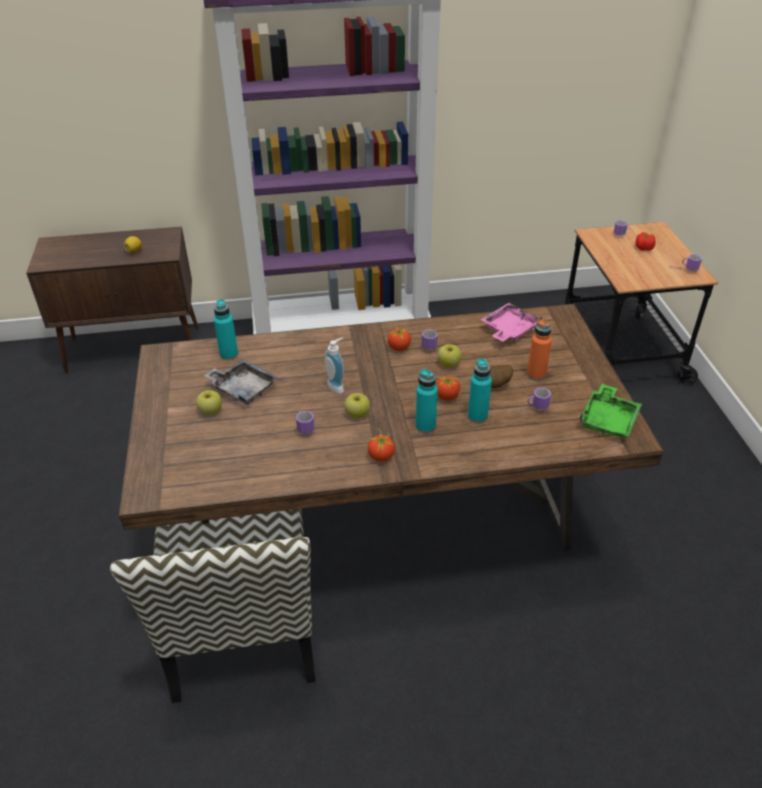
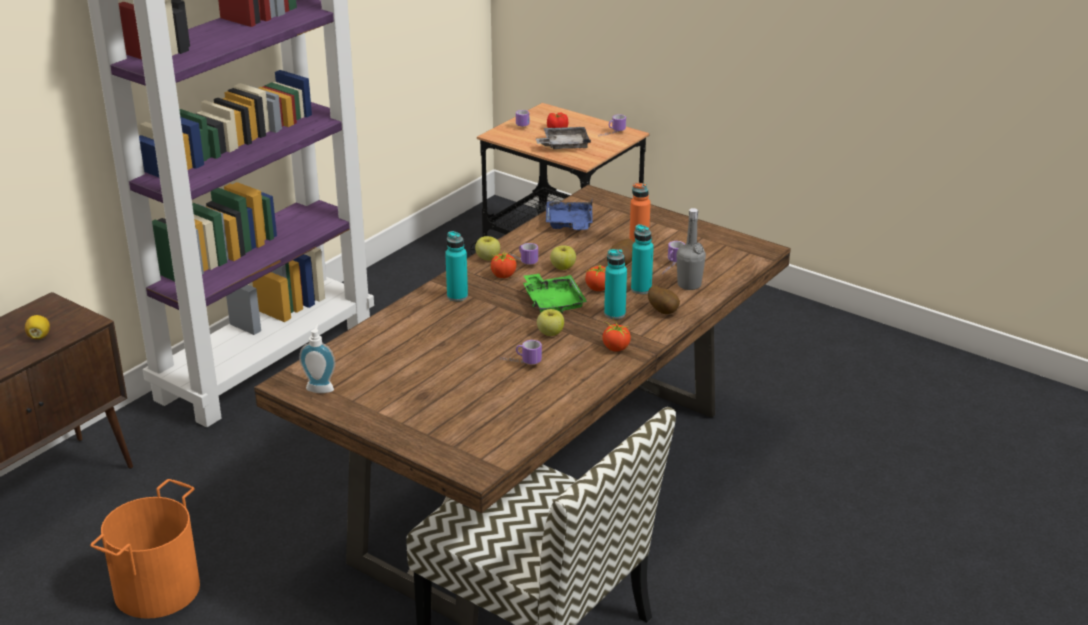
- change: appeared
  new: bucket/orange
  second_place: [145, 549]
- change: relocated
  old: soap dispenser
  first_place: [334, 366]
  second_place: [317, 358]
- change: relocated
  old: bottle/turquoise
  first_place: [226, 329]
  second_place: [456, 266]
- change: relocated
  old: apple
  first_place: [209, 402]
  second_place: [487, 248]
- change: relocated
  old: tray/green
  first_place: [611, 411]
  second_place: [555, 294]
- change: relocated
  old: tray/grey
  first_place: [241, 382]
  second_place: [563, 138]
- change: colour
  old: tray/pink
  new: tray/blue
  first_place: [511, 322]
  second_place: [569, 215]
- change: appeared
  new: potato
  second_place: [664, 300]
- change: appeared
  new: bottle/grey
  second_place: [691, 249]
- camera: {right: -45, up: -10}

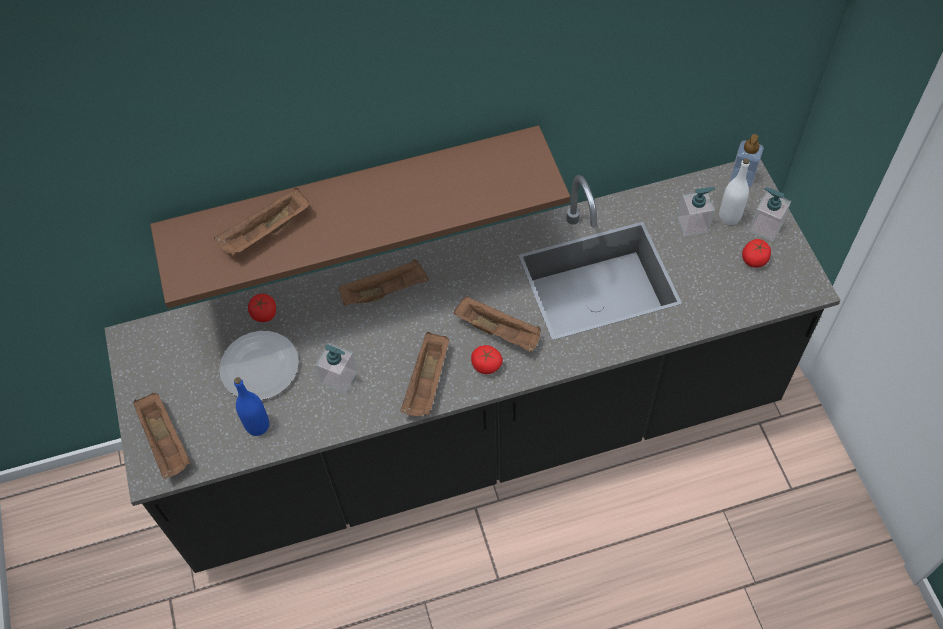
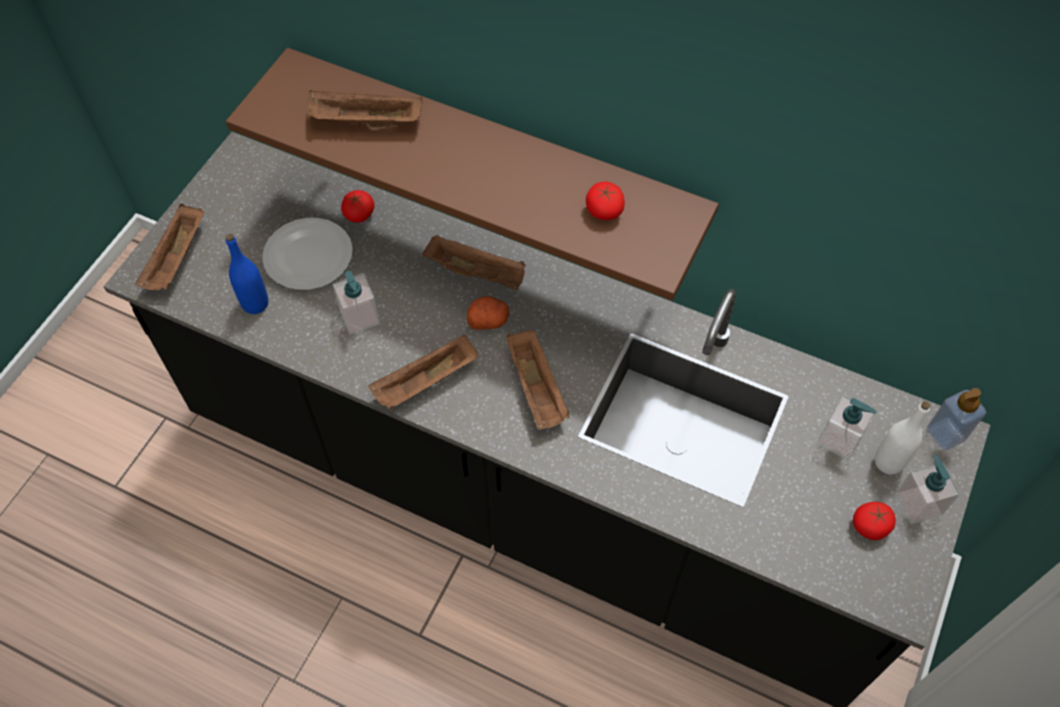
- change: appeared
  new: potato
  second_place: [488, 312]
- change: relocated
  old: tomato
  first_place: [487, 359]
  second_place: [605, 201]
- camera: {right: 40, up: 0}

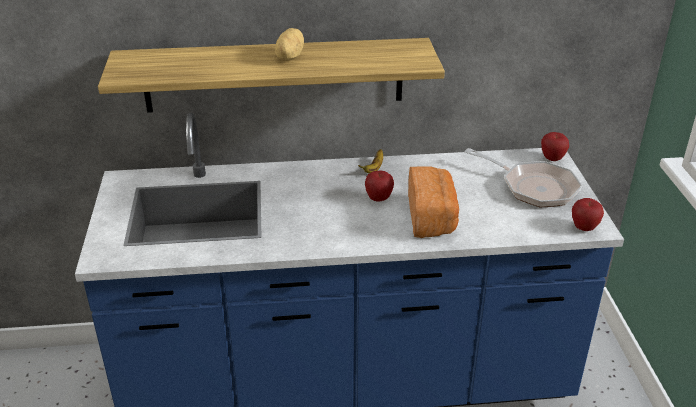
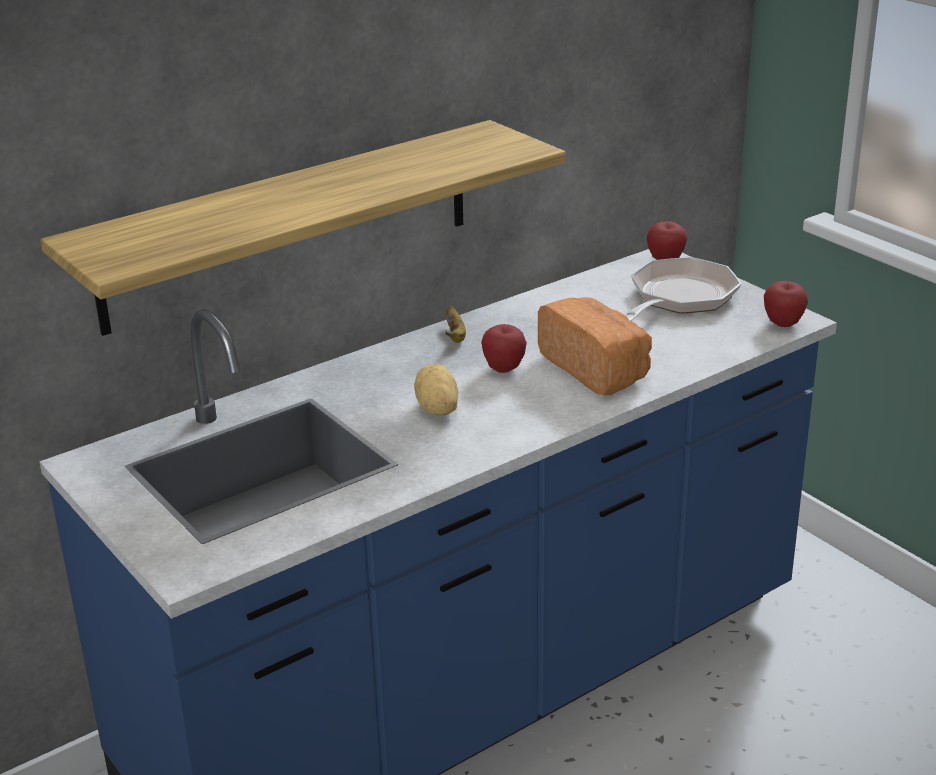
- change: relocated
  old: potato
  first_place: [289, 44]
  second_place: [436, 390]
- change: spun
  old: frying pan
  first_place: [523, 177]
  second_place: [682, 289]
  degrees: -60
- camera: {right: -30, up: -5}

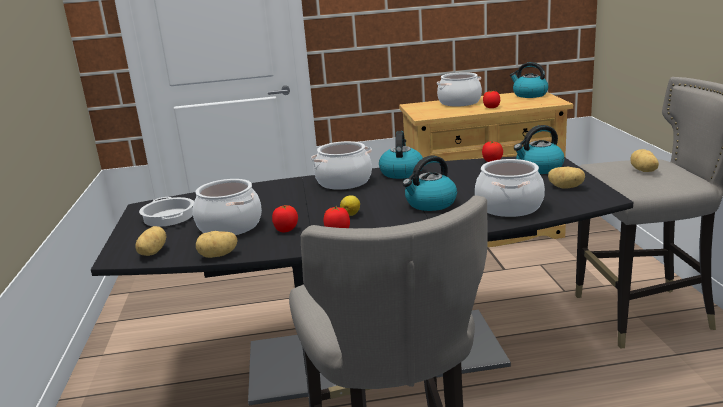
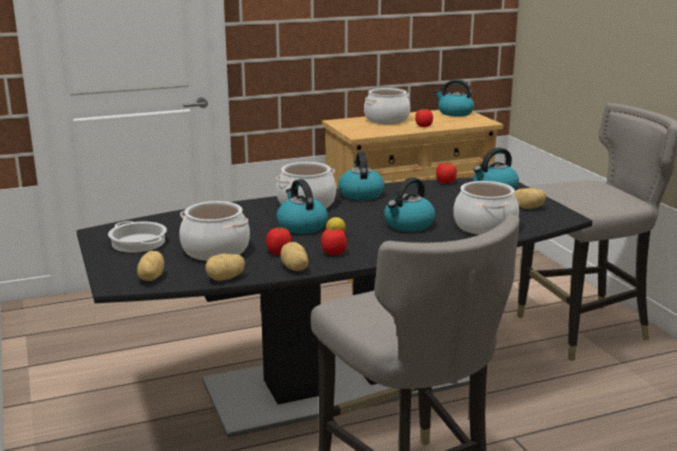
- change: appeared
  new: kettle
  second_place: [302, 206]
- change: relocated
  old: potato
  first_place: [644, 160]
  second_place: [294, 256]
- camera: {right: -15, up: 0}

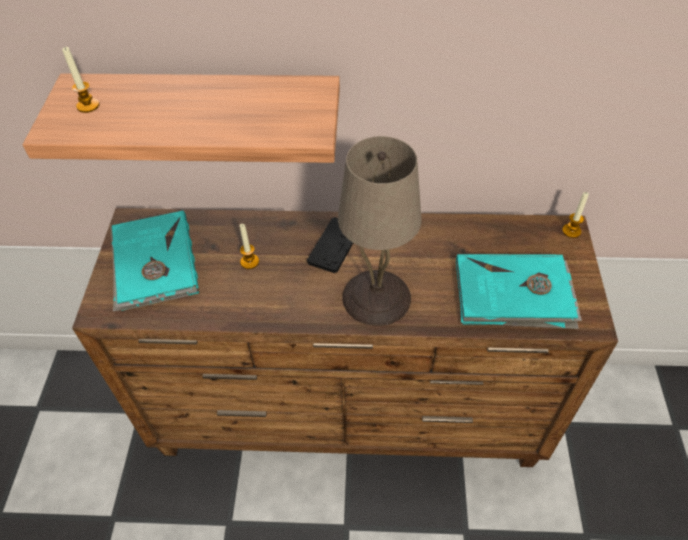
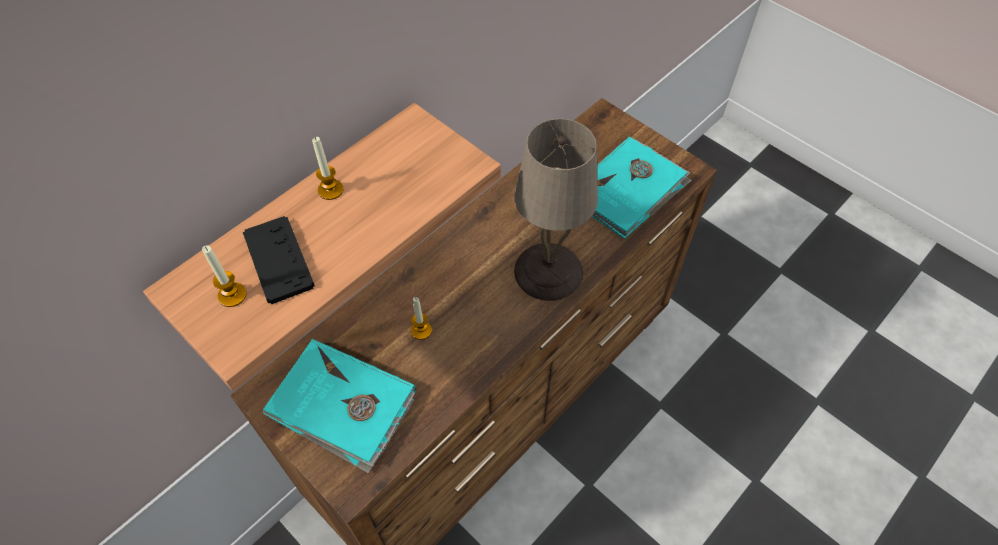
- change: relocated
  old: game controller/black
  first_place: [330, 245]
  second_place: [279, 260]
- change: relocated
  old: candle
  first_place: [575, 215]
  second_place: [327, 168]
- camera: {right: -50, up: 5}

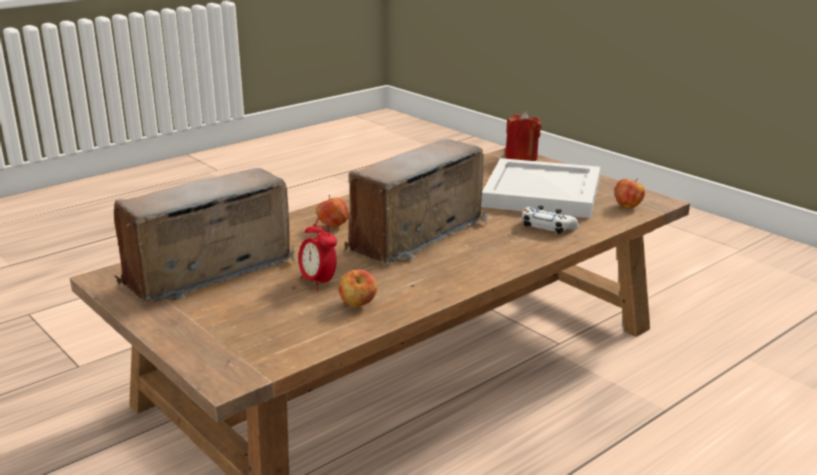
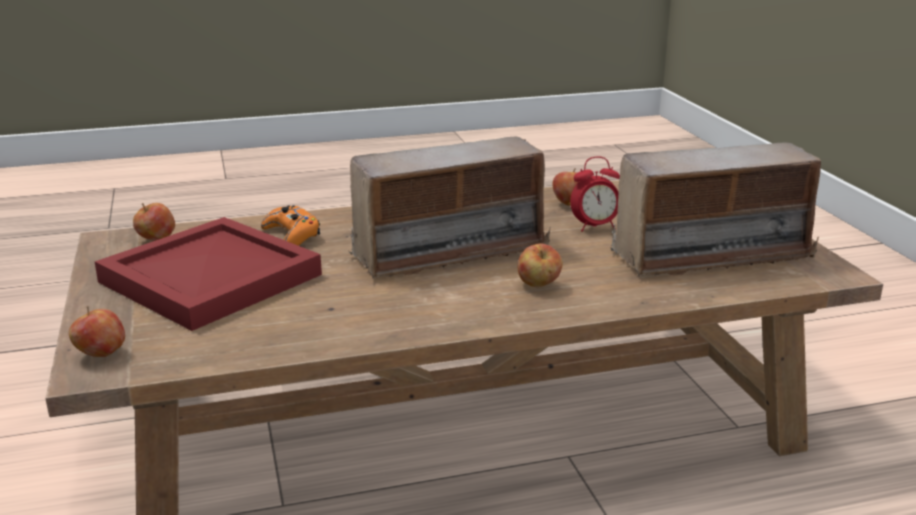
- change: exchanged
  old: candle/red
  new: apple
  first_place: [523, 136]
  second_place: [97, 332]
- change: colour
  old: tray/white
  new: tray/red
  first_place: [540, 188]
  second_place: [208, 274]
- change: colour
  old: game controller/white
  new: game controller/orange
  first_place: [550, 220]
  second_place: [290, 225]
- change: spun
  old: alarm clock
  first_place: [318, 254]
  second_place: [595, 194]
  degrees: 90
- camera: {right: -155, up: 0}

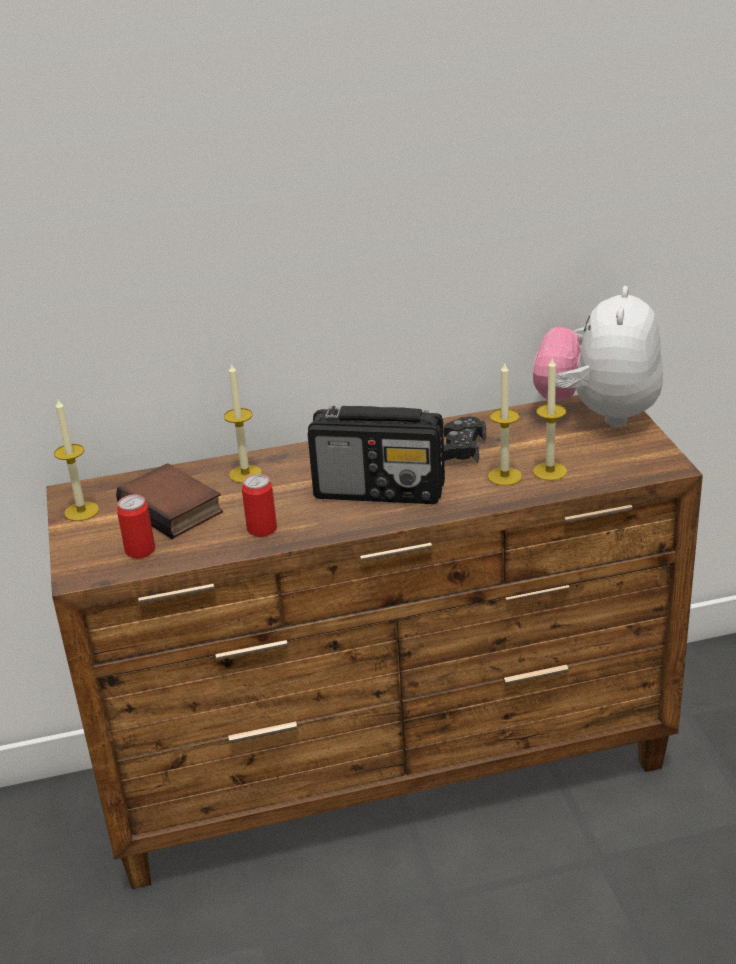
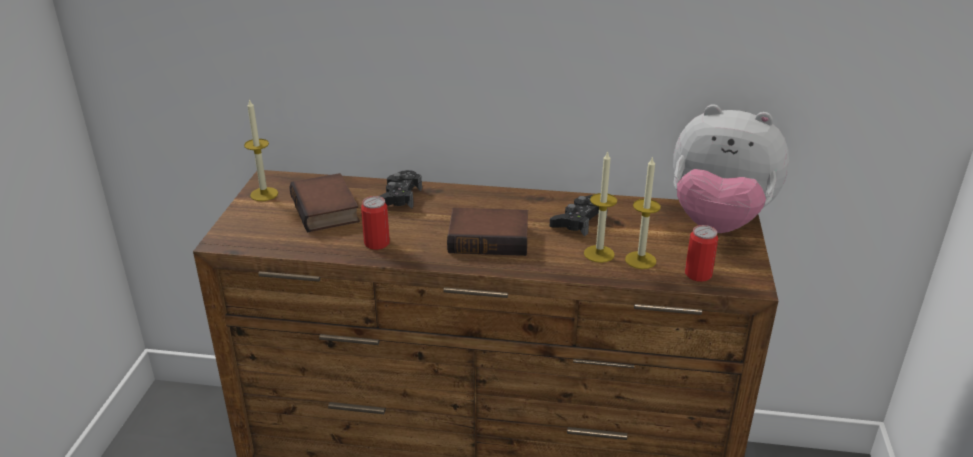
- change: exchanged
  old: candle
  new: game controller/black
  first_place: [243, 422]
  second_place: [401, 189]
- change: exchanged
  old: radio
  new: book
  first_place: [376, 455]
  second_place: [487, 232]
- change: spun
  old: plush toy
  first_place: [598, 356]
  second_place: [731, 168]
  degrees: -105
- change: relocated
  old: can
  first_place: [136, 527]
  second_place: [701, 253]
- camera: {right: 20, up: 0}

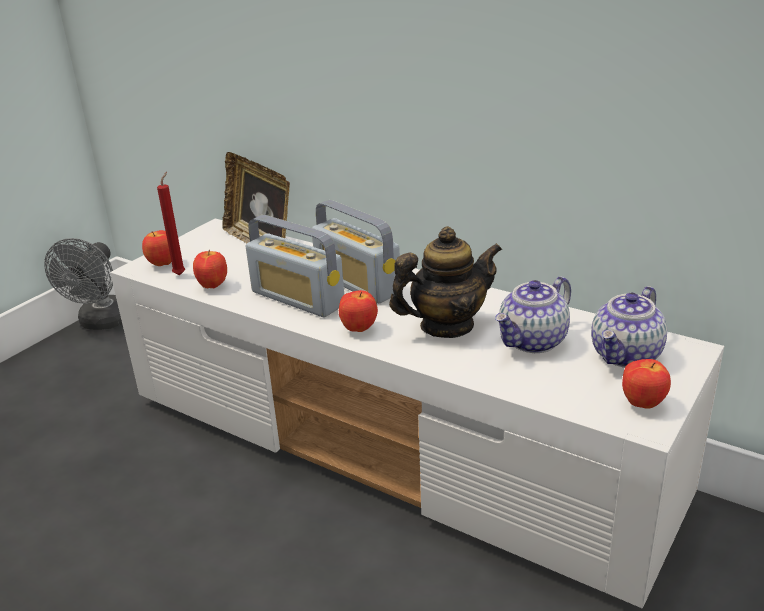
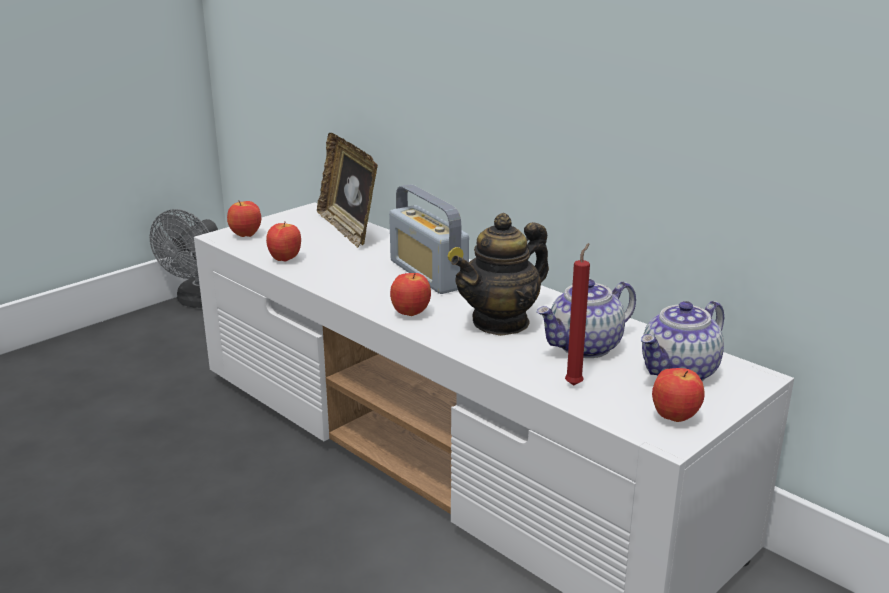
- change: spun
  old: teapot
  first_place: [445, 282]
  second_place: [500, 274]
  degrees: 150
- change: relocated
  old: candle/red
  first_place: [171, 223]
  second_place: [577, 314]
- change: missing
  old: radio
  first_place: [295, 266]
- camera: {right: 10, up: -5}

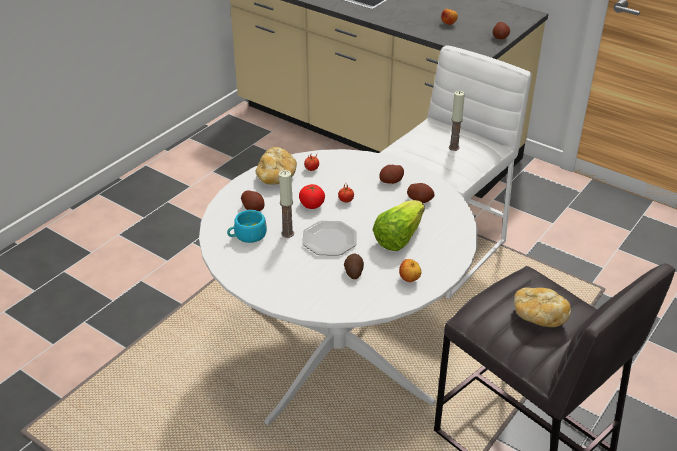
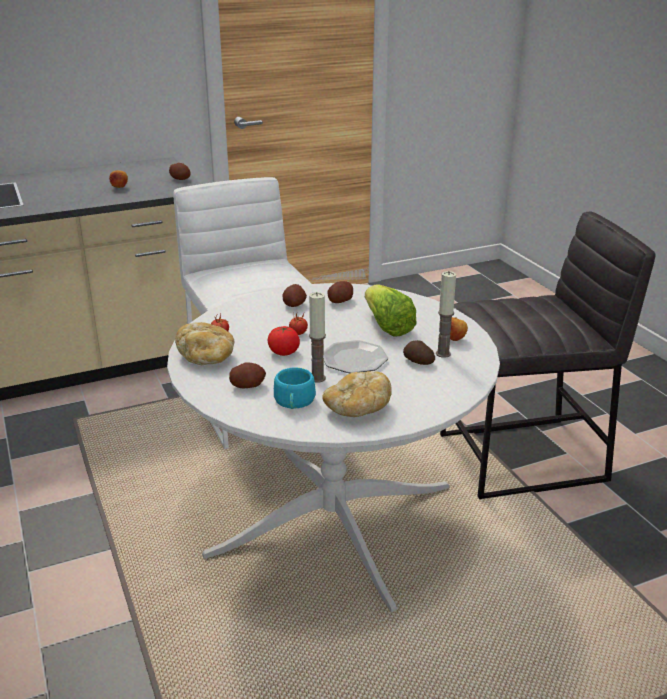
- change: relocated
  old: bread
  first_place: [542, 307]
  second_place: [357, 394]
- change: relocated
  old: candle
  first_place: [457, 121]
  second_place: [446, 314]
- camera: {right: -60, up: -10}

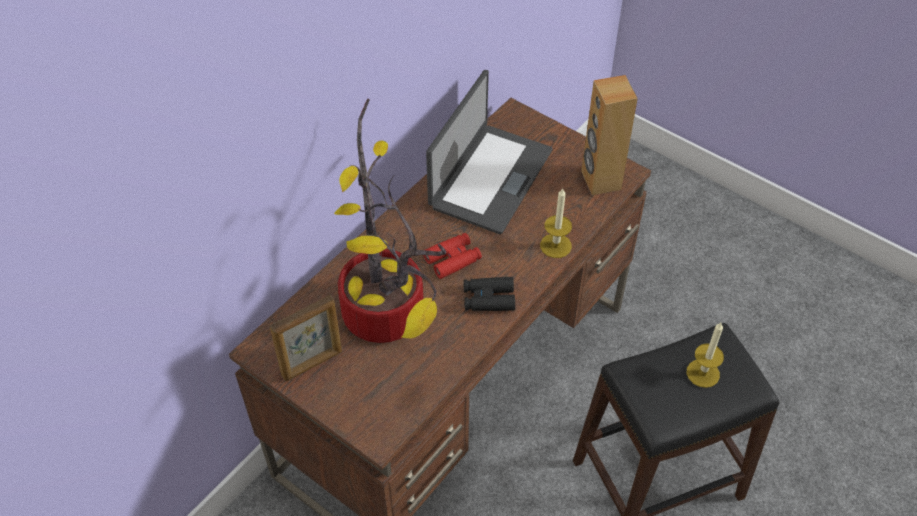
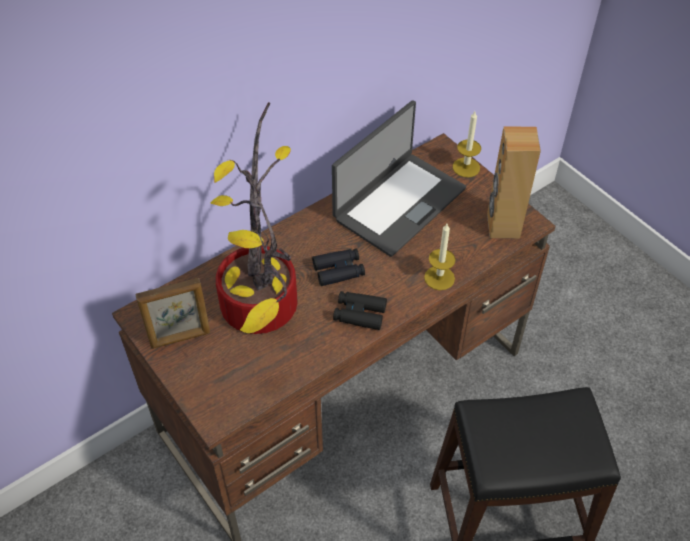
- change: colour
  old: binoculars/red
  new: binoculars/black
  first_place: [452, 256]
  second_place: [338, 267]
- change: relocated
  old: candle
  first_place: [705, 355]
  second_place: [467, 144]
- camera: {right: 15, up: 0}

